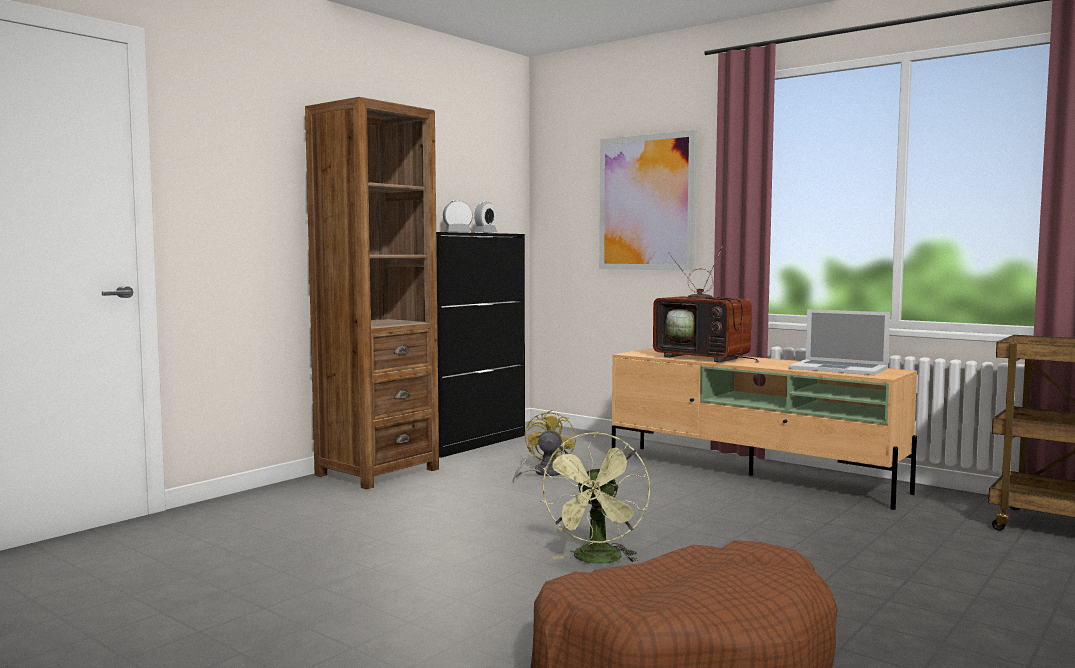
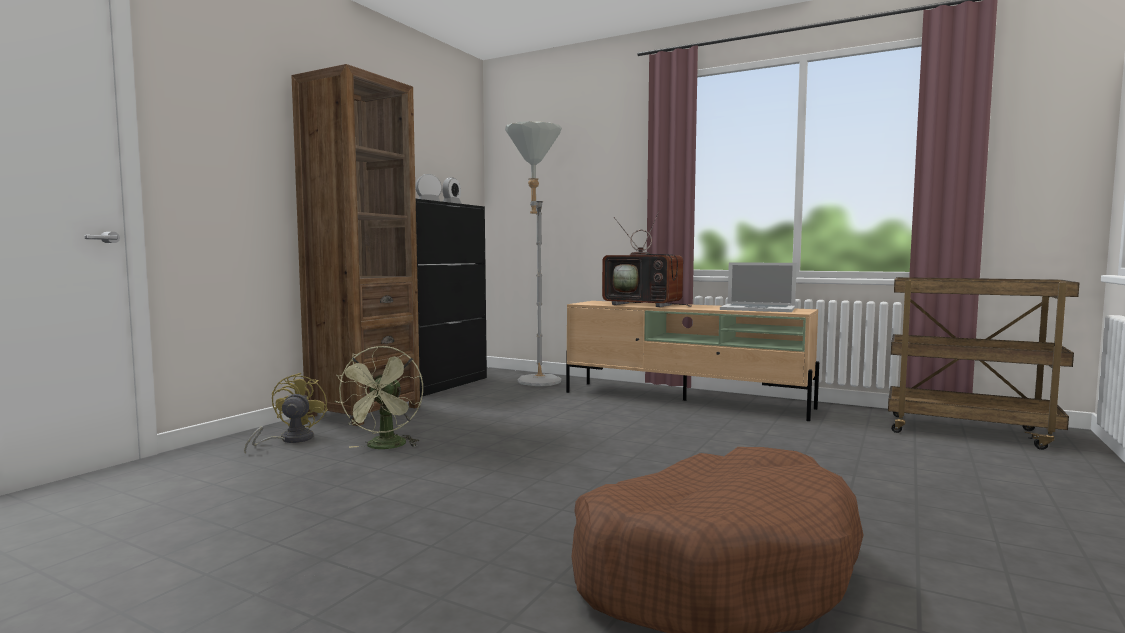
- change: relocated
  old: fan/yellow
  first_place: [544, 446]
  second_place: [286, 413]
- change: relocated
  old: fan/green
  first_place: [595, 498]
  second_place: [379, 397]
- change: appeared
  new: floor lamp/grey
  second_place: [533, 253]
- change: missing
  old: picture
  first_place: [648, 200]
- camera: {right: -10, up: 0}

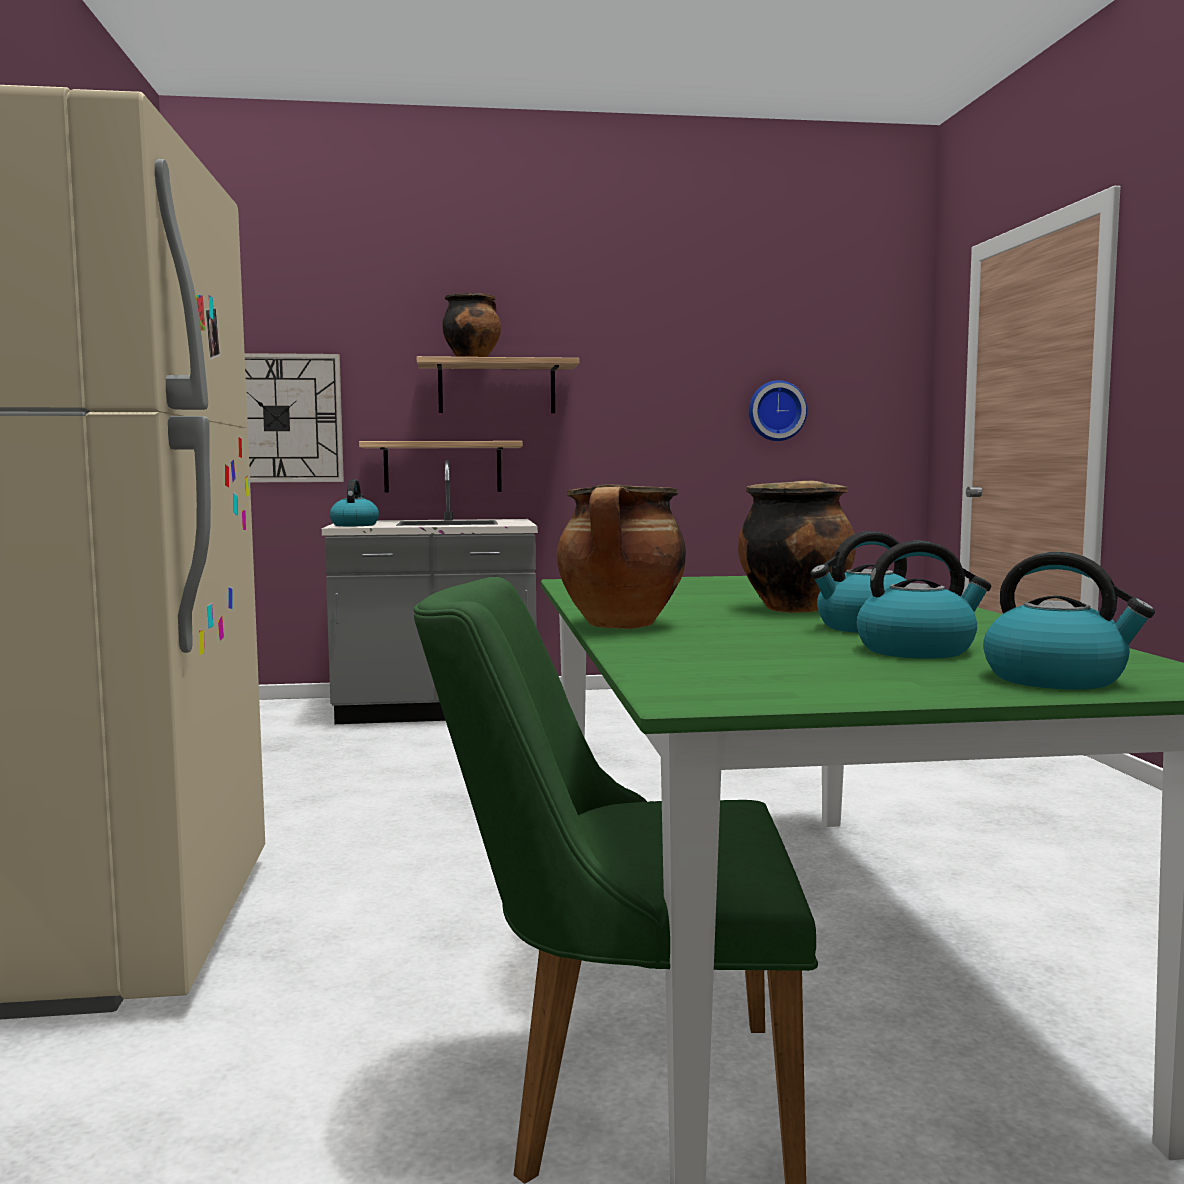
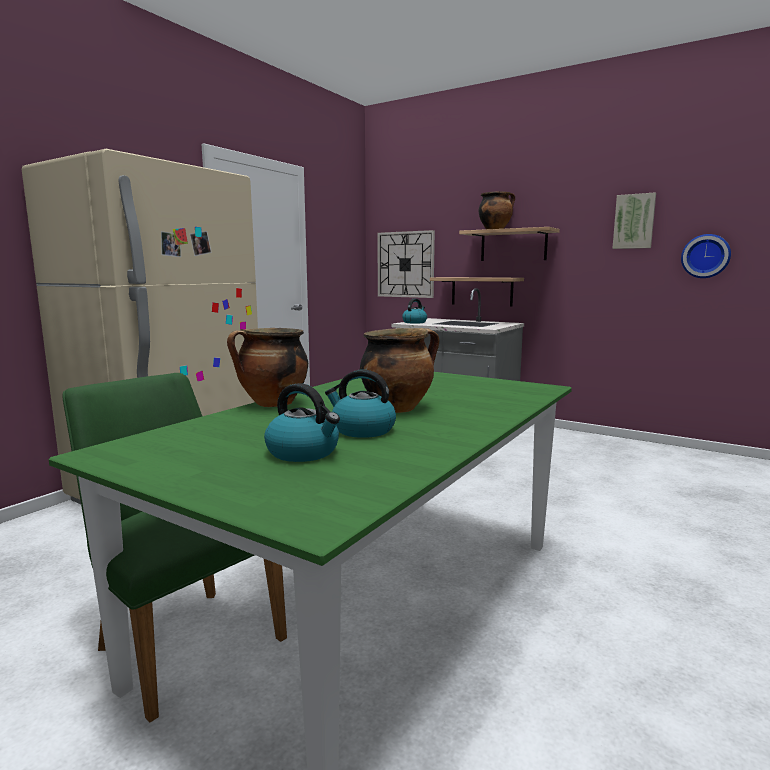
- change: appeared
  new: picture
  second_place: [634, 220]
- change: missing
  old: kettle
  first_place: [1069, 621]
- camera: {right: 40, up: 5}

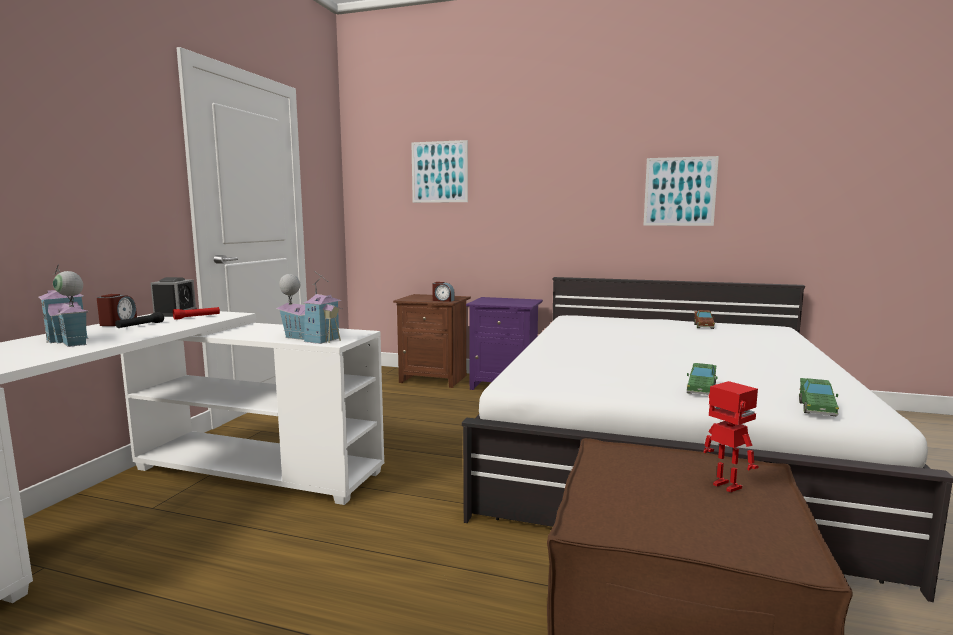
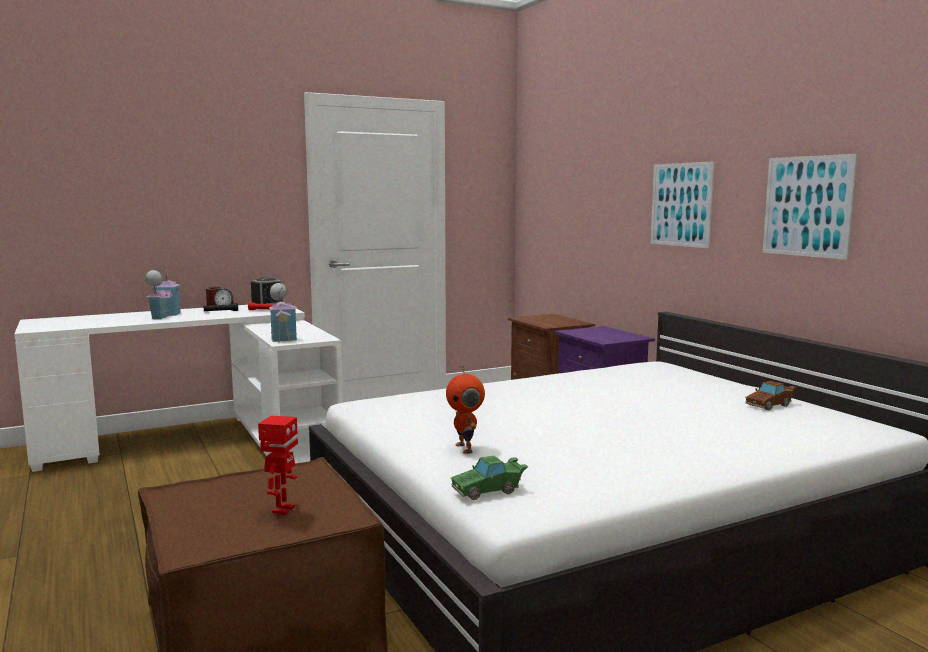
- change: exchanged
  old: toy car/green
  new: toy robot
  first_place: [702, 379]
  second_place: [465, 409]
- change: relocated
  old: picture
  first_place: [439, 171]
  second_place: [682, 204]
- change: missing
  old: alarm clock
  first_place: [443, 292]
- camera: {right: 45, up: 0}

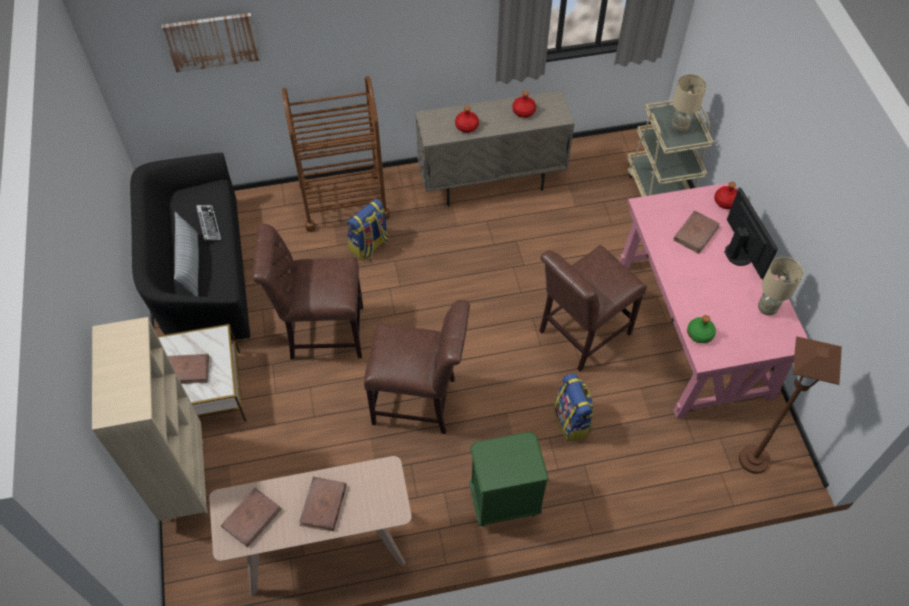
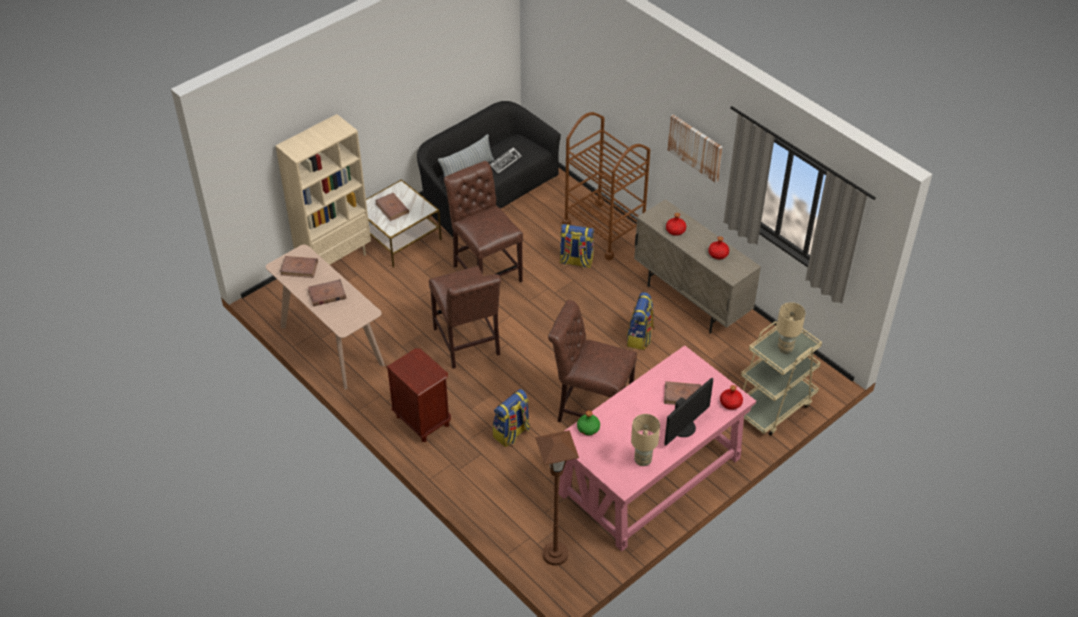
- change: colour
  old: nightstand/green
  new: nightstand/brown
  first_place: [509, 479]
  second_place: [419, 395]
- change: appeared
  new: backpack
  second_place: [640, 321]
- change: relocated
  old: picture
  first_place: [211, 42]
  second_place: [695, 148]
- camera: {right: 60, up: -10}

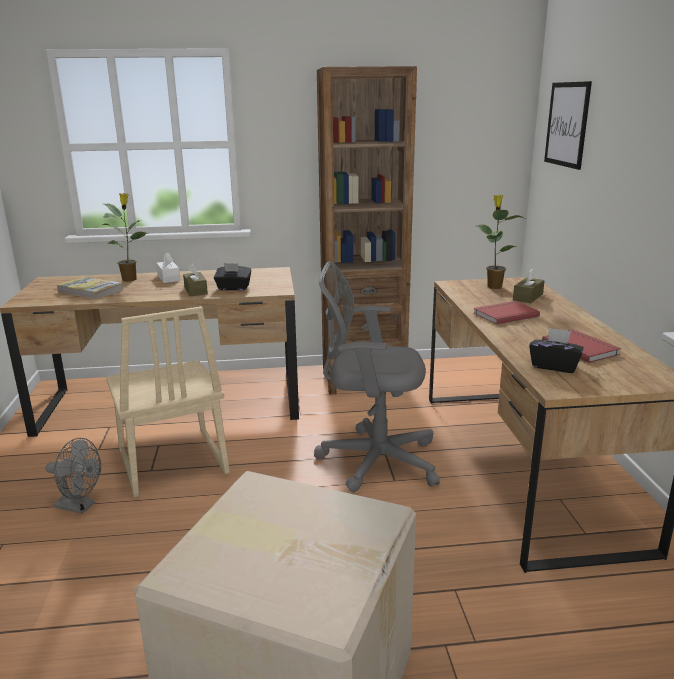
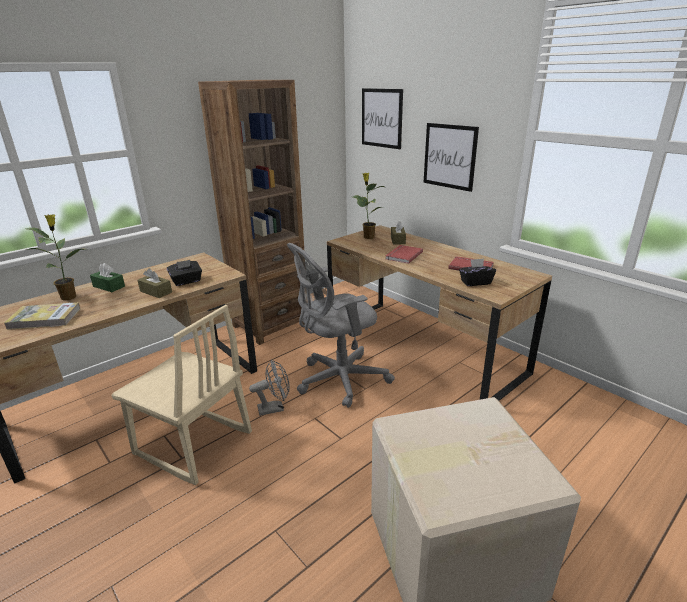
- change: colour
  old: tissue box/white
  new: tissue box/green
  first_place: [168, 267]
  second_place: [107, 277]
- change: relocated
  old: fan/grey
  first_place: [73, 476]
  second_place: [269, 388]
- change: appeared
  new: picture
  second_place: [451, 157]
- camera: {right: -35, up: 5}

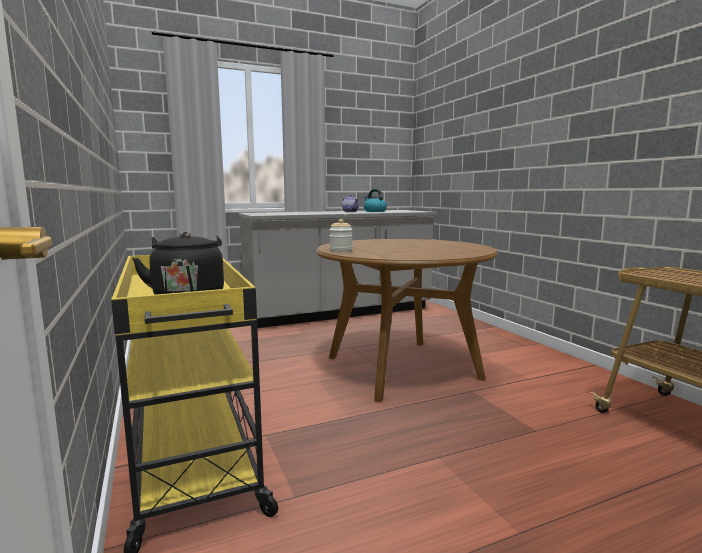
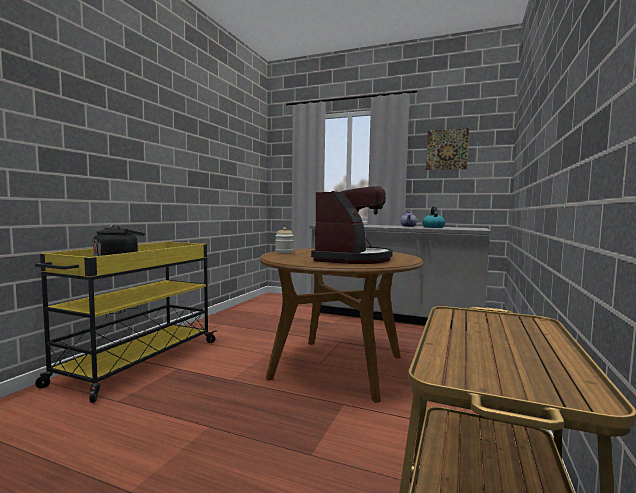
- change: appeared
  new: coffee machine
  second_place: [352, 225]
- change: appeared
  new: picture
  second_place: [447, 149]
- camera: {right: 45, up: -5}

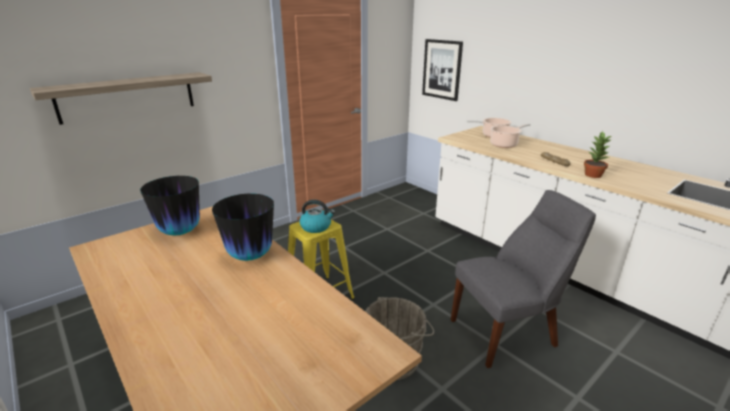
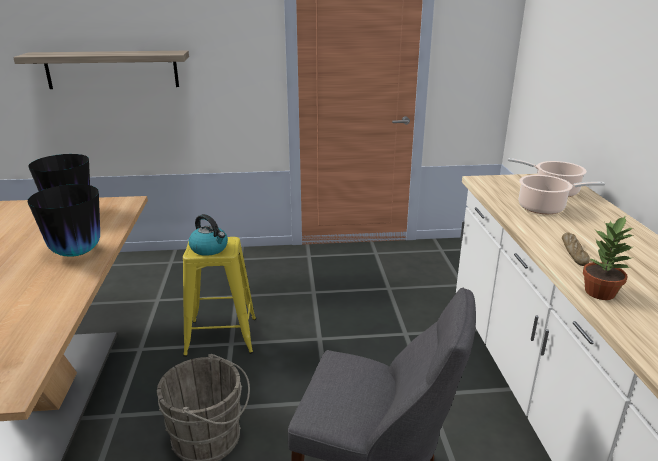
- change: missing
  old: picture
  first_place: [442, 70]
- camera: {right: 35, up: 0}

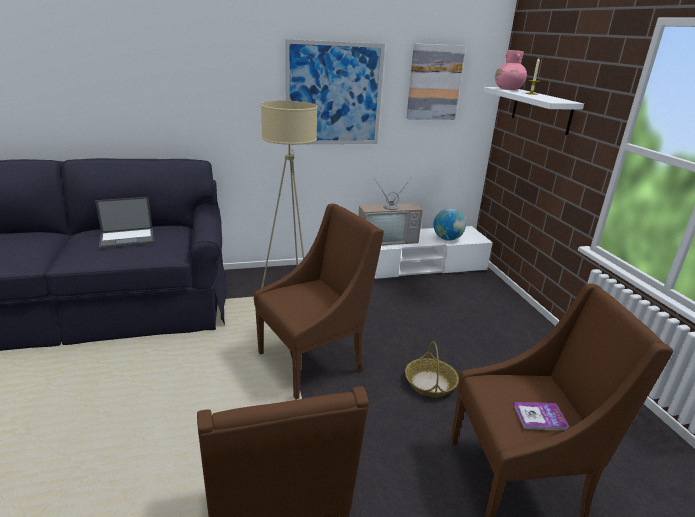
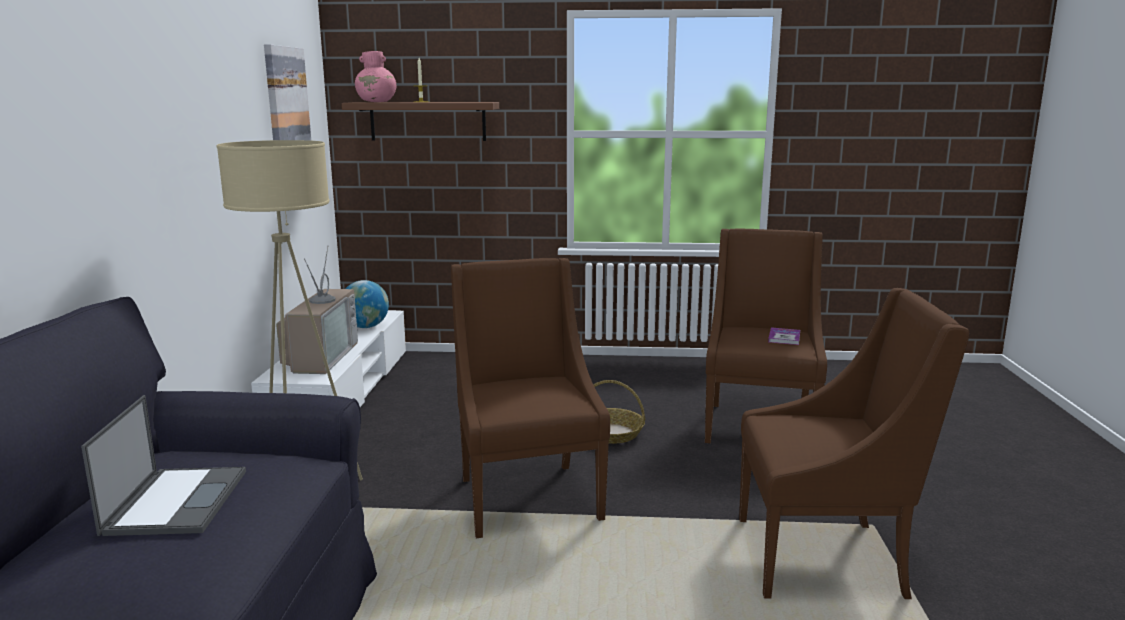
- change: colour
  old: shelf/white
  new: shelf/brown
  first_place: [533, 111]
  second_place: [420, 121]
- change: missing
  old: picture
  first_place: [335, 91]
- camera: {right: -70, up: -10}

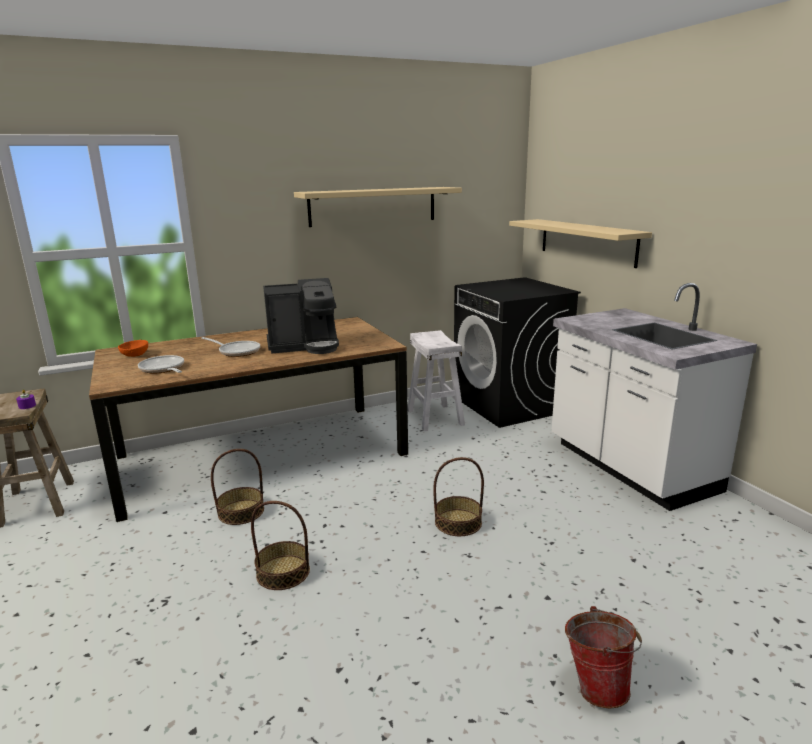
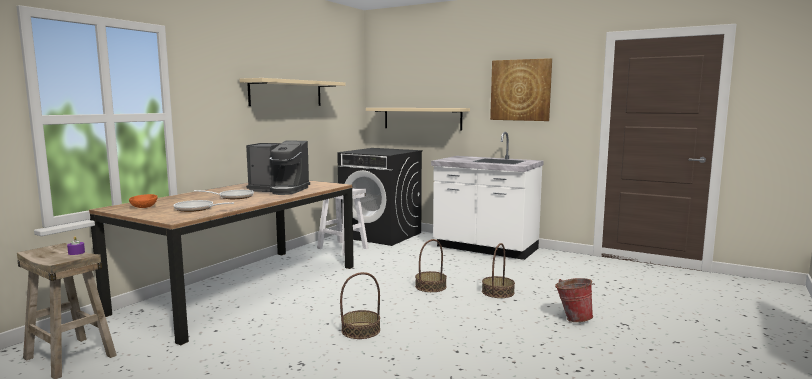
- change: spun
  old: coffee machine
  first_place: [301, 316]
  second_place: [278, 167]
  degrees: 60
- change: relocated
  old: basket
  first_place: [237, 487]
  second_place: [498, 270]
- change: appeared
  new: picture
  second_place: [521, 89]
- camera: {right: -35, up: -10}

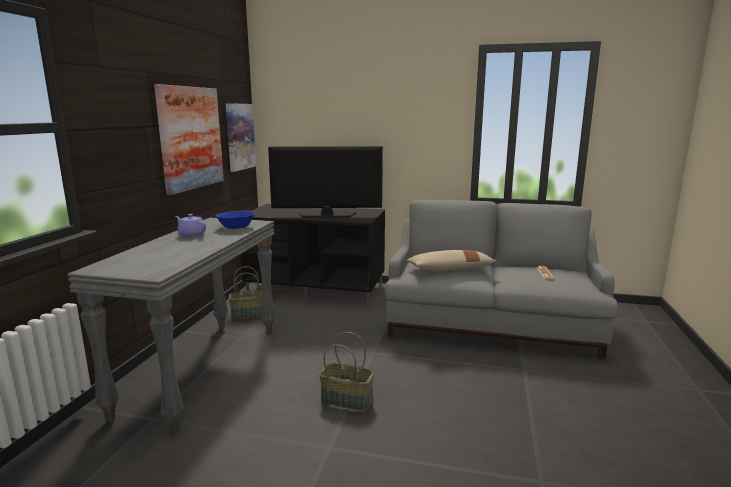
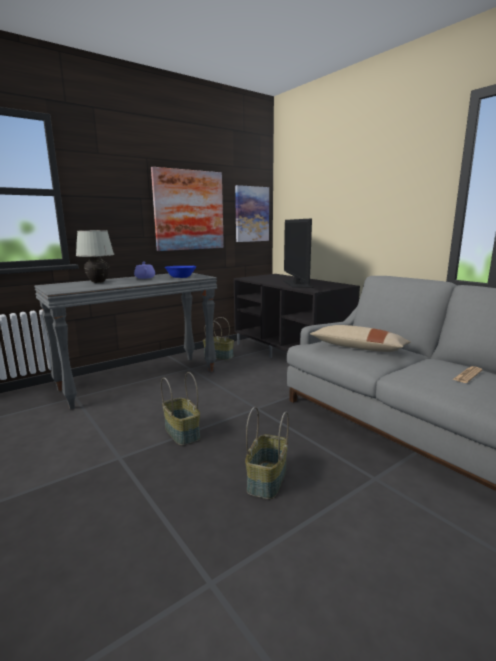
- change: appeared
  new: table lamp/white
  second_place: [95, 256]
- change: appeared
  new: basket
  second_place: [267, 453]
- change: spun
  old: television
  first_place: [325, 181]
  second_place: [298, 253]
  degrees: 45
- camera: {right: 40, up: 0}

